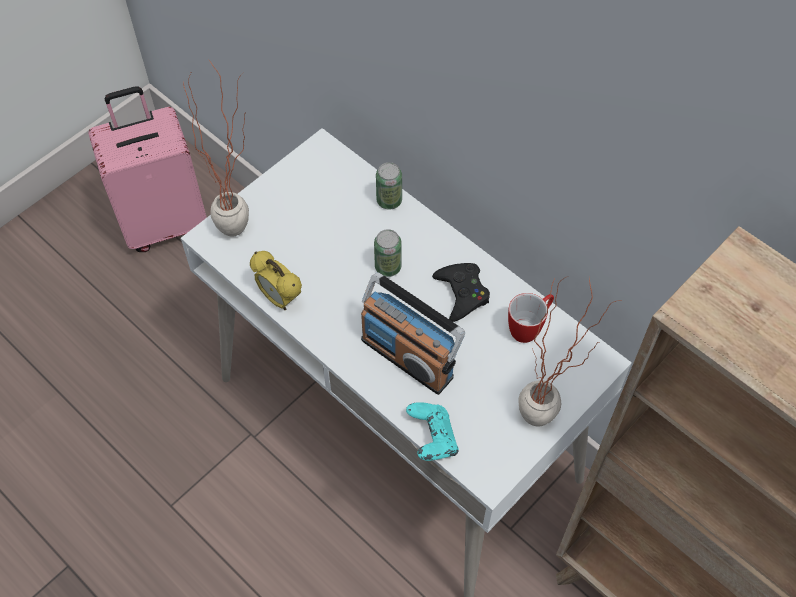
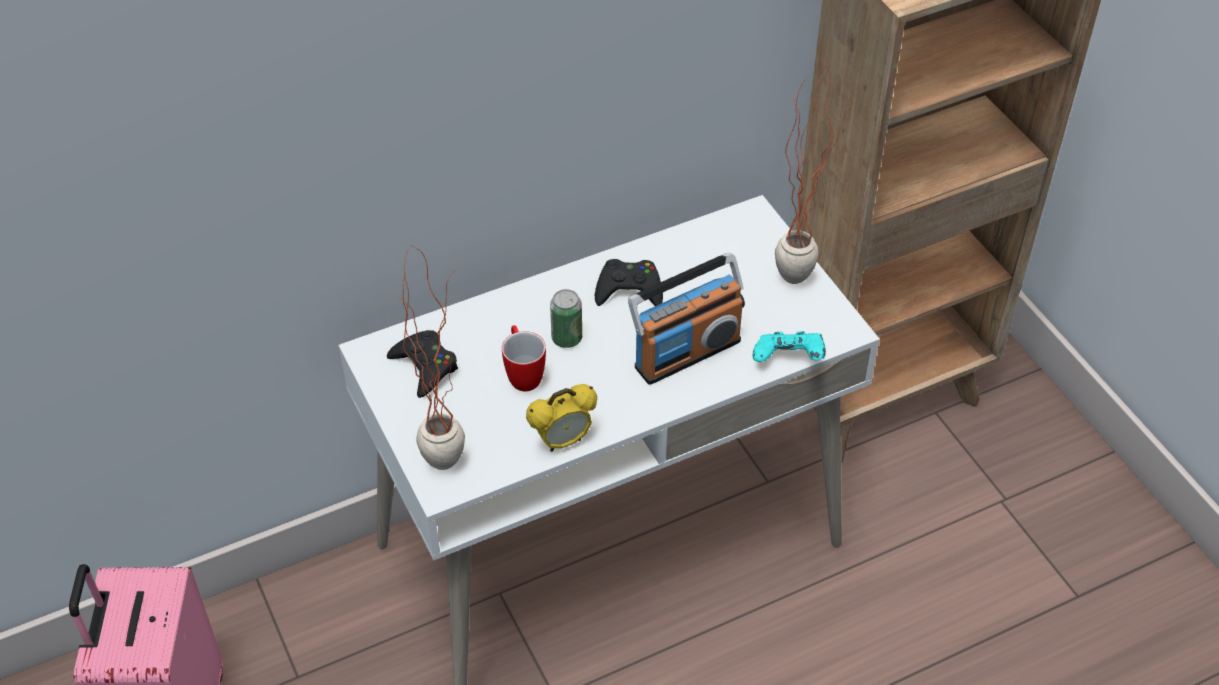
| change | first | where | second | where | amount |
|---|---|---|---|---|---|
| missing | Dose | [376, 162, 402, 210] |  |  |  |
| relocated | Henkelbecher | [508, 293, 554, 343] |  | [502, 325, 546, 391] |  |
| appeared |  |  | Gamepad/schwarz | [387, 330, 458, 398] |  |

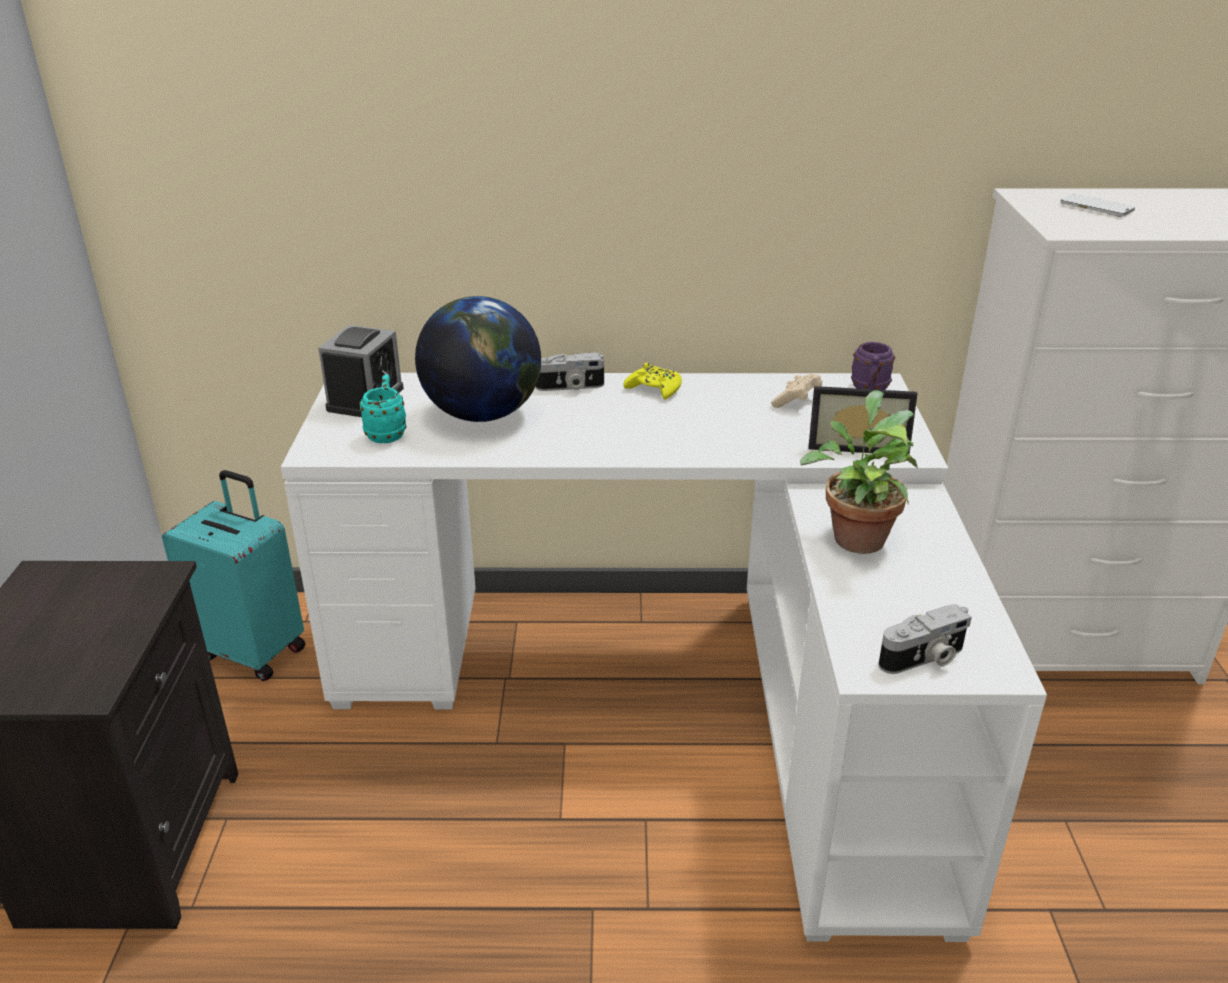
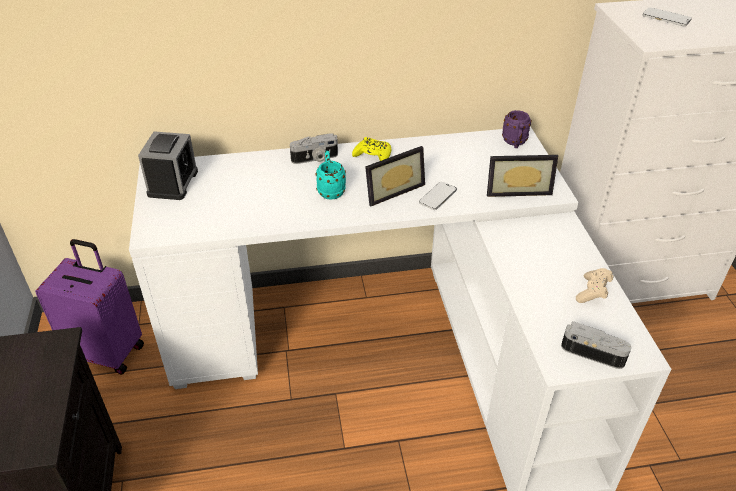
| change | first | where | second | where | amount |
|---|---|---|---|---|---|
| colour | Koffer/türkis | [162, 470, 305, 681] | Koffer/lila | [35, 239, 144, 375] |  |
| relocated | Henkelbecher/türkis | [359, 374, 407, 443] |  | [315, 151, 346, 200] |  |
| missing | Globus | [415, 296, 541, 422] |  |  |  |
| relocated | Gamepad/beige | [771, 374, 822, 408] |  | [576, 268, 613, 303] |  |
| missing | Topfpflanze | [800, 390, 918, 554] |  |  |  |
| spun | Kamera | [879, 604, 972, 674] |  | [561, 321, 632, 369] | 120 degrees counterclockwise |
| appeared |  |  | Bilderrahmen | [365, 146, 425, 206] |  |
| appeared |  |  | Handy | [419, 182, 457, 210] |  |

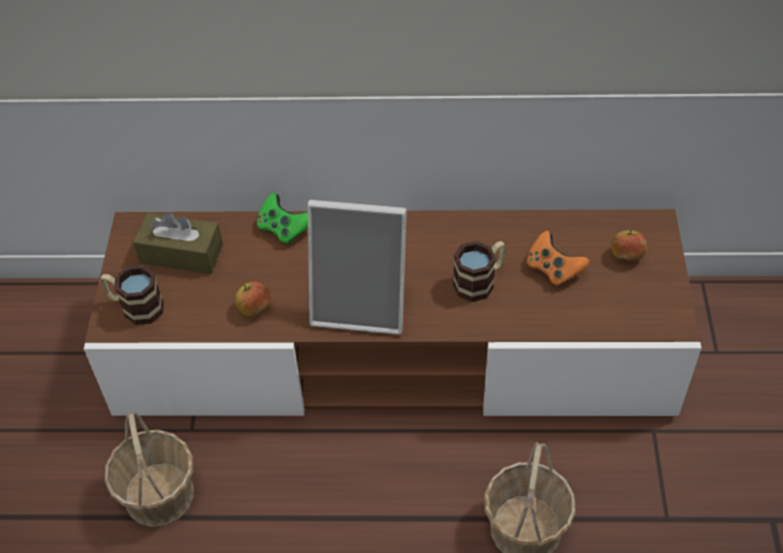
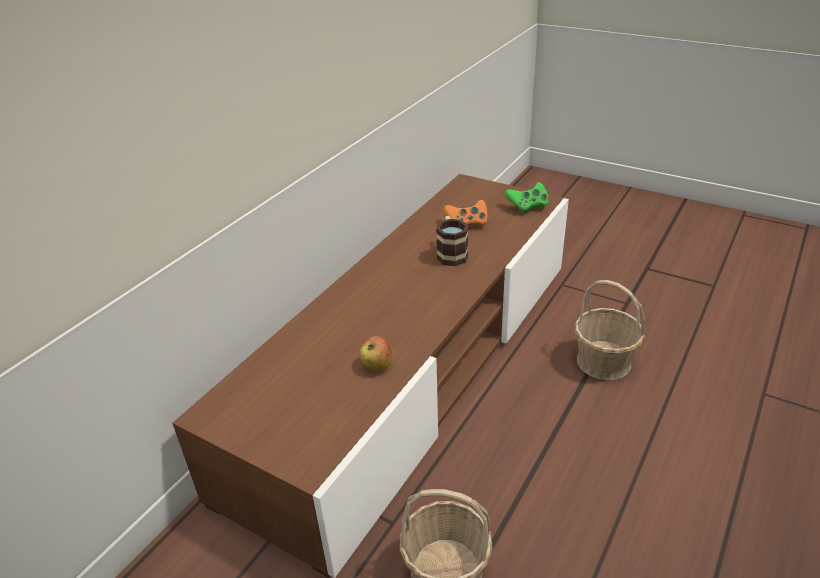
| change | first | where | second | where | amount |
|---|---|---|---|---|---|
| missing | Henkelbecher | [100, 265, 164, 325] |  |  |  |
| missing | Taschentuchbox/braun | [133, 212, 223, 274] |  |  |  |
| relocated | Gamepad/grün | [257, 193, 308, 245] |  | [505, 182, 549, 214] |  |
| missing | Bilderrahmen | [308, 200, 407, 335] |  |  |  |
| missing | Apfel | [612, 229, 648, 261] |  |  |  |

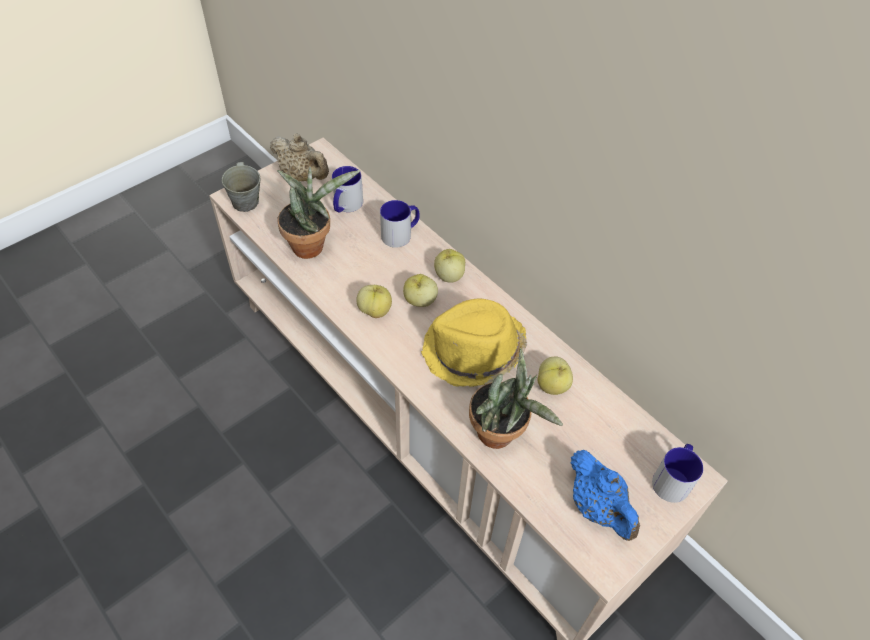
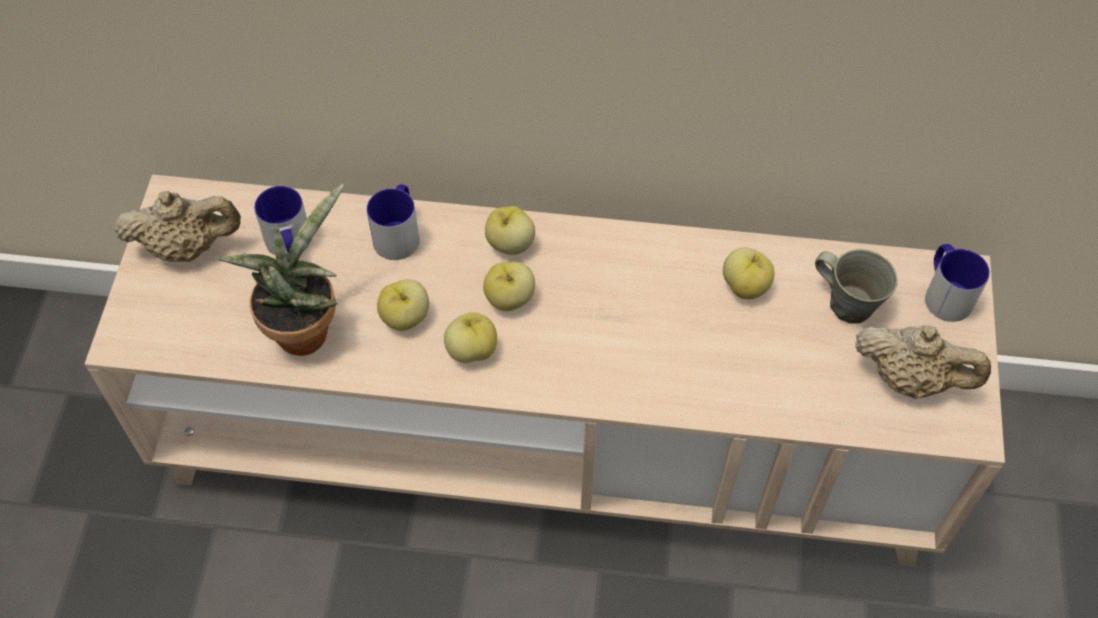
| change | first | where | second | where | amount |
|---|---|---|---|---|---|
| relocated | Henkelbecher/grau | [222, 162, 260, 212] |  | [815, 249, 898, 324] |  |
| missing | Hut/gelb | [421, 299, 527, 387] |  |  |  |
| missing | Topfpflanze | [469, 348, 563, 449] |  |  |  |
| colour | Teekanne/blau | [571, 450, 640, 541] | Teekanne/beige | [855, 326, 991, 399] |  |
| appeared |  |  | Apfel | [377, 279, 429, 331] |  |

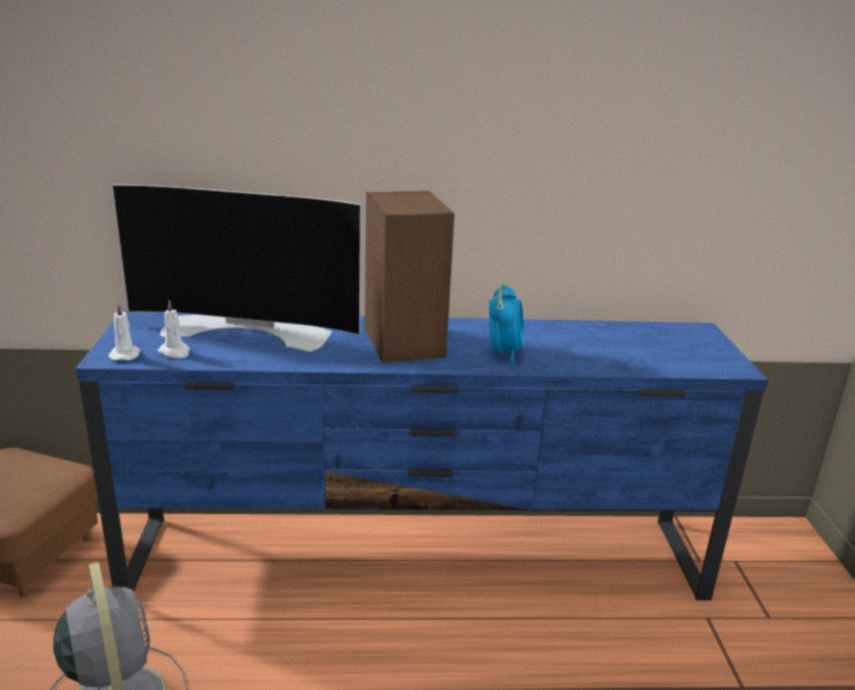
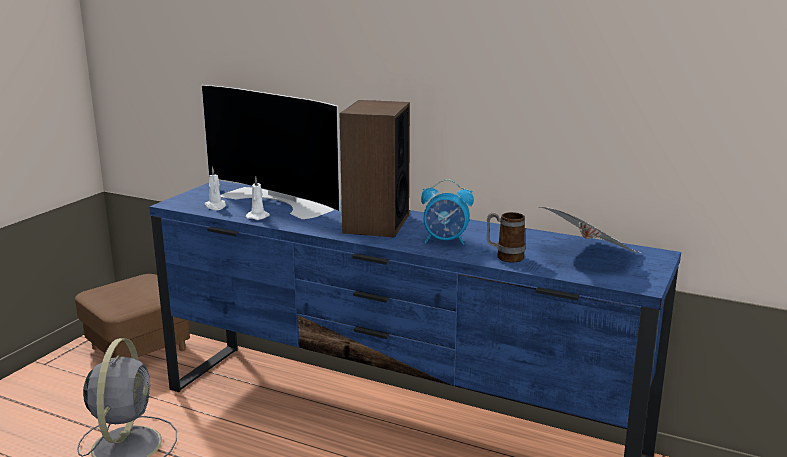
| change | first | where | second | where | amount |
|---|---|---|---|---|---|
| relocated | Kerze/weiß | [108, 302, 140, 361] |  | [246, 176, 270, 220] |  |
| spun | Wecker | [489, 283, 524, 363] |  | [421, 179, 474, 245] | 60 degrees clockwise |
| appeared |  |  | Henkelbecher | [487, 212, 525, 263] |  |
| appeared |  |  | Zeitung | [540, 207, 638, 252] |  |

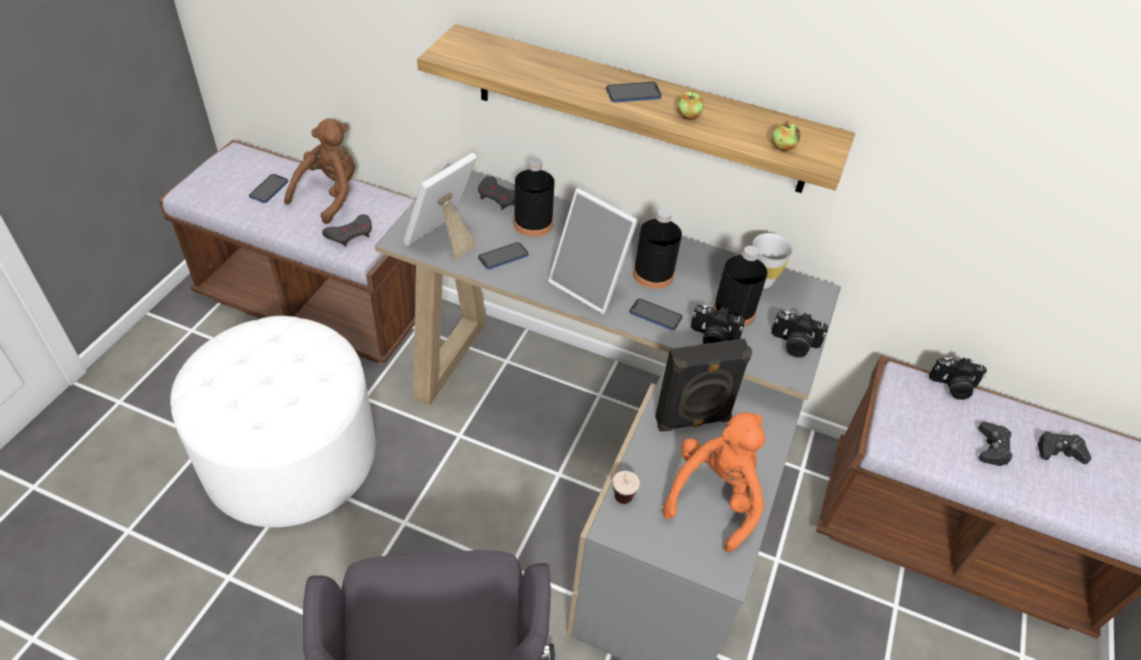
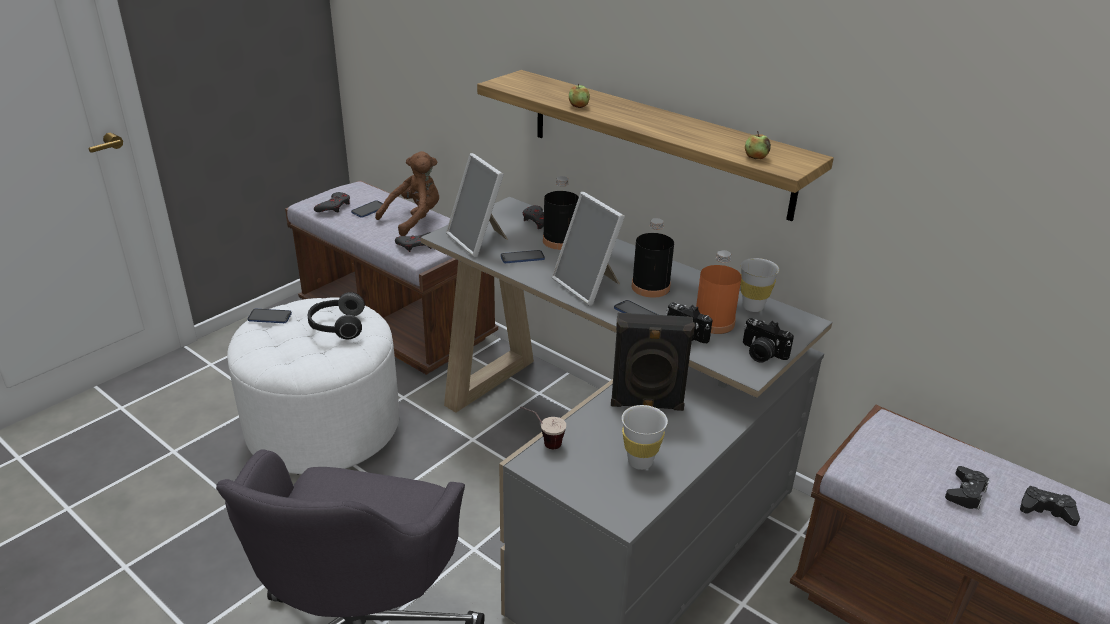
| change | first | where | second | where | amount |
|---|---|---|---|---|---|
| spun | Bilderrahmen | [403, 153, 477, 261] |  | [446, 153, 508, 257] | 90 degrees counterclockwise |
| relocated | Handy | [606, 82, 662, 103] |  | [248, 309, 292, 323] |  |
| exchanged | Plüschtier/orange | [663, 412, 765, 552] | Tasse/weiß | [622, 405, 668, 470] |  |
| relocated | Apfel | [677, 92, 704, 120] |  | [569, 83, 590, 108] |  |
| colour | Flasche/schwarz | [713, 246, 767, 326] | Flasche/orange | [696, 250, 742, 334] |  |
| missing | Kamera | [929, 357, 987, 400] |  |  |  |
| appeared |  |  | Kopfhörer | [308, 292, 365, 339] |  |
| appeared |  |  | Gamepad/grau | [314, 192, 350, 212] |  |

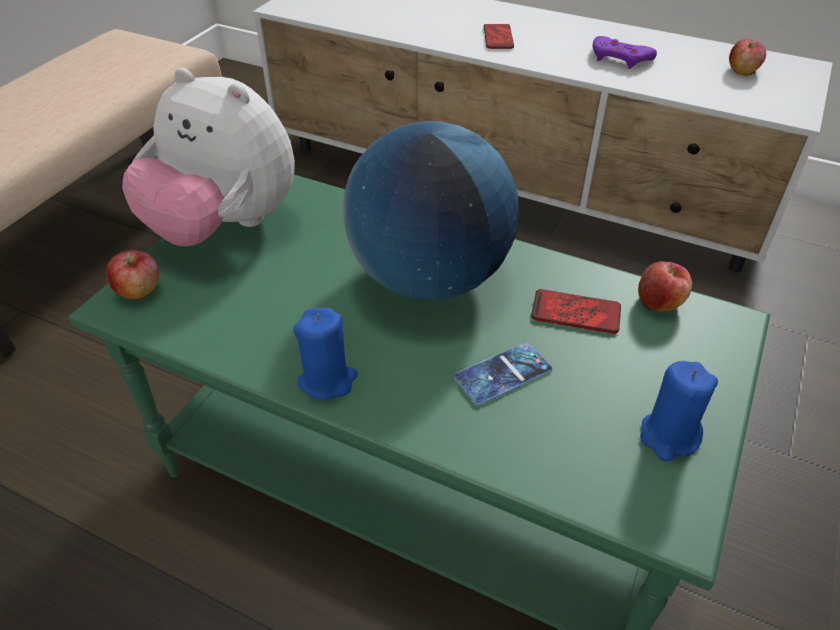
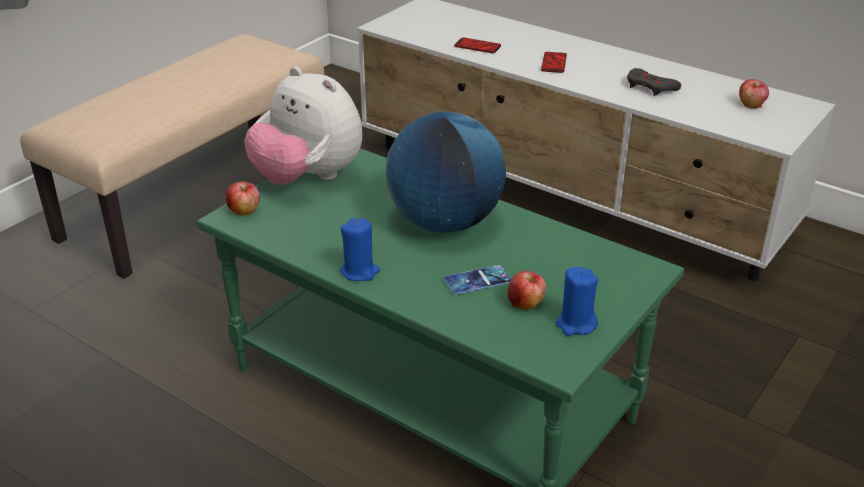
| change | first | where | second | where | amount |
|---|---|---|---|---|---|
| relocated | Handy | [531, 289, 621, 334] |  | [455, 37, 501, 53] |  |
| colour | Gamepad/lila | [593, 36, 657, 69] | Gamepad/grau | [627, 68, 681, 96] |  |
| relocated | Apfel | [638, 261, 692, 312] |  | [507, 271, 546, 310] |  |

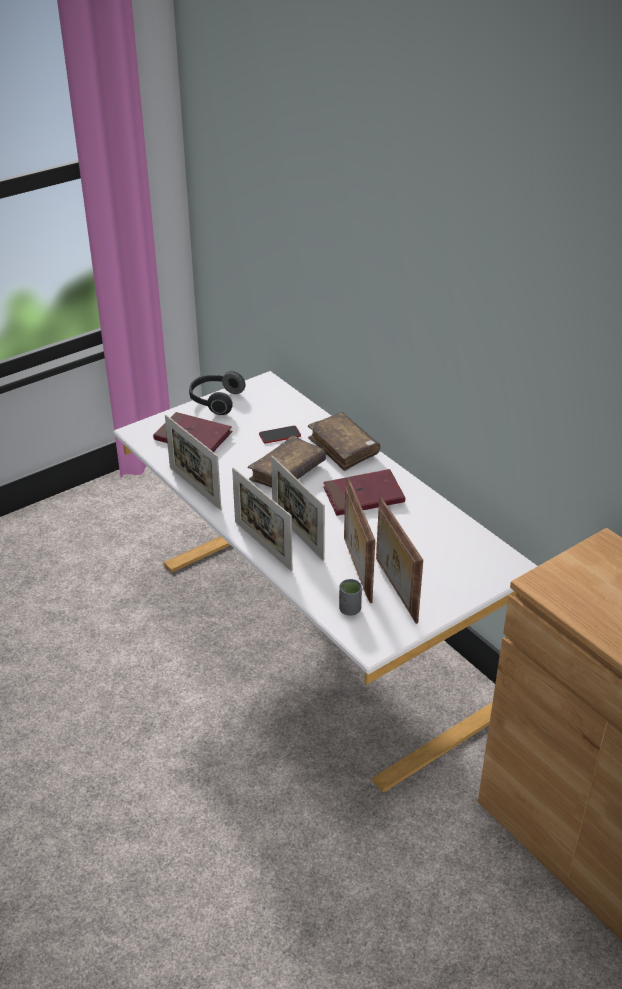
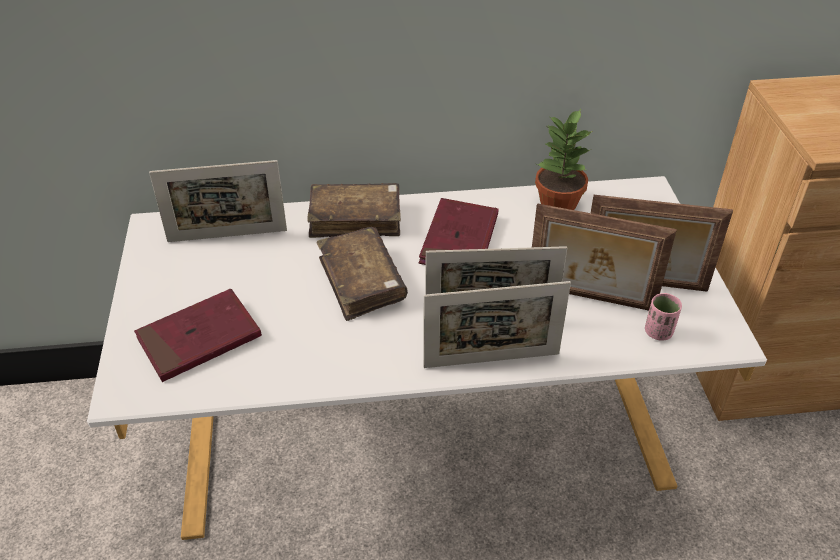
| change | first | where | second | where | amount |
|---|---|---|---|---|---|
| relocated | Bilderrahmen | [165, 415, 221, 510] |  | [149, 160, 287, 242] |  |
| missing | Kopfhörer | [189, 371, 245, 415] |  |  |  |
| missing | Handy | [259, 426, 301, 443] |  |  |  |
| colour | Tasse/grau | [339, 579, 362, 616] | Tasse/rosa | [645, 293, 682, 341] |  |
| appeared |  |  | Topfpflanze | [535, 109, 593, 210] |  |

